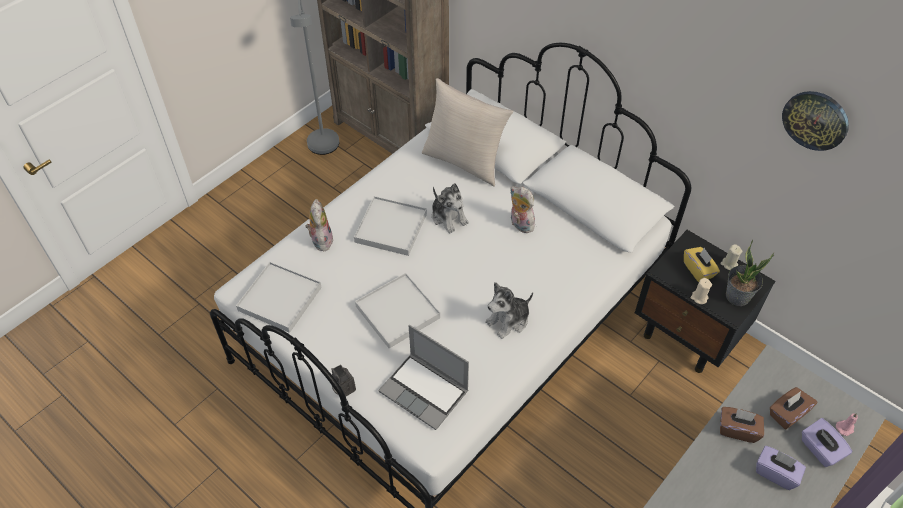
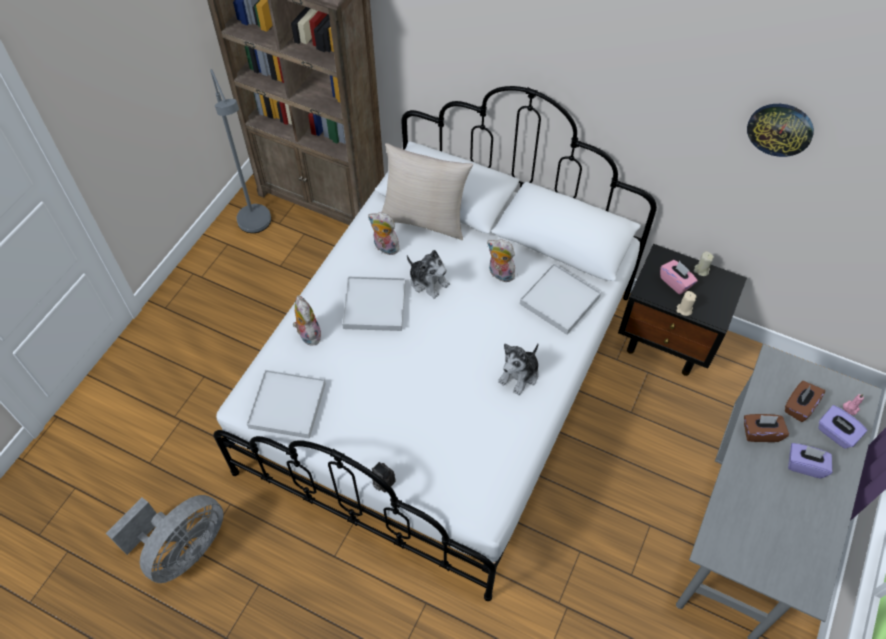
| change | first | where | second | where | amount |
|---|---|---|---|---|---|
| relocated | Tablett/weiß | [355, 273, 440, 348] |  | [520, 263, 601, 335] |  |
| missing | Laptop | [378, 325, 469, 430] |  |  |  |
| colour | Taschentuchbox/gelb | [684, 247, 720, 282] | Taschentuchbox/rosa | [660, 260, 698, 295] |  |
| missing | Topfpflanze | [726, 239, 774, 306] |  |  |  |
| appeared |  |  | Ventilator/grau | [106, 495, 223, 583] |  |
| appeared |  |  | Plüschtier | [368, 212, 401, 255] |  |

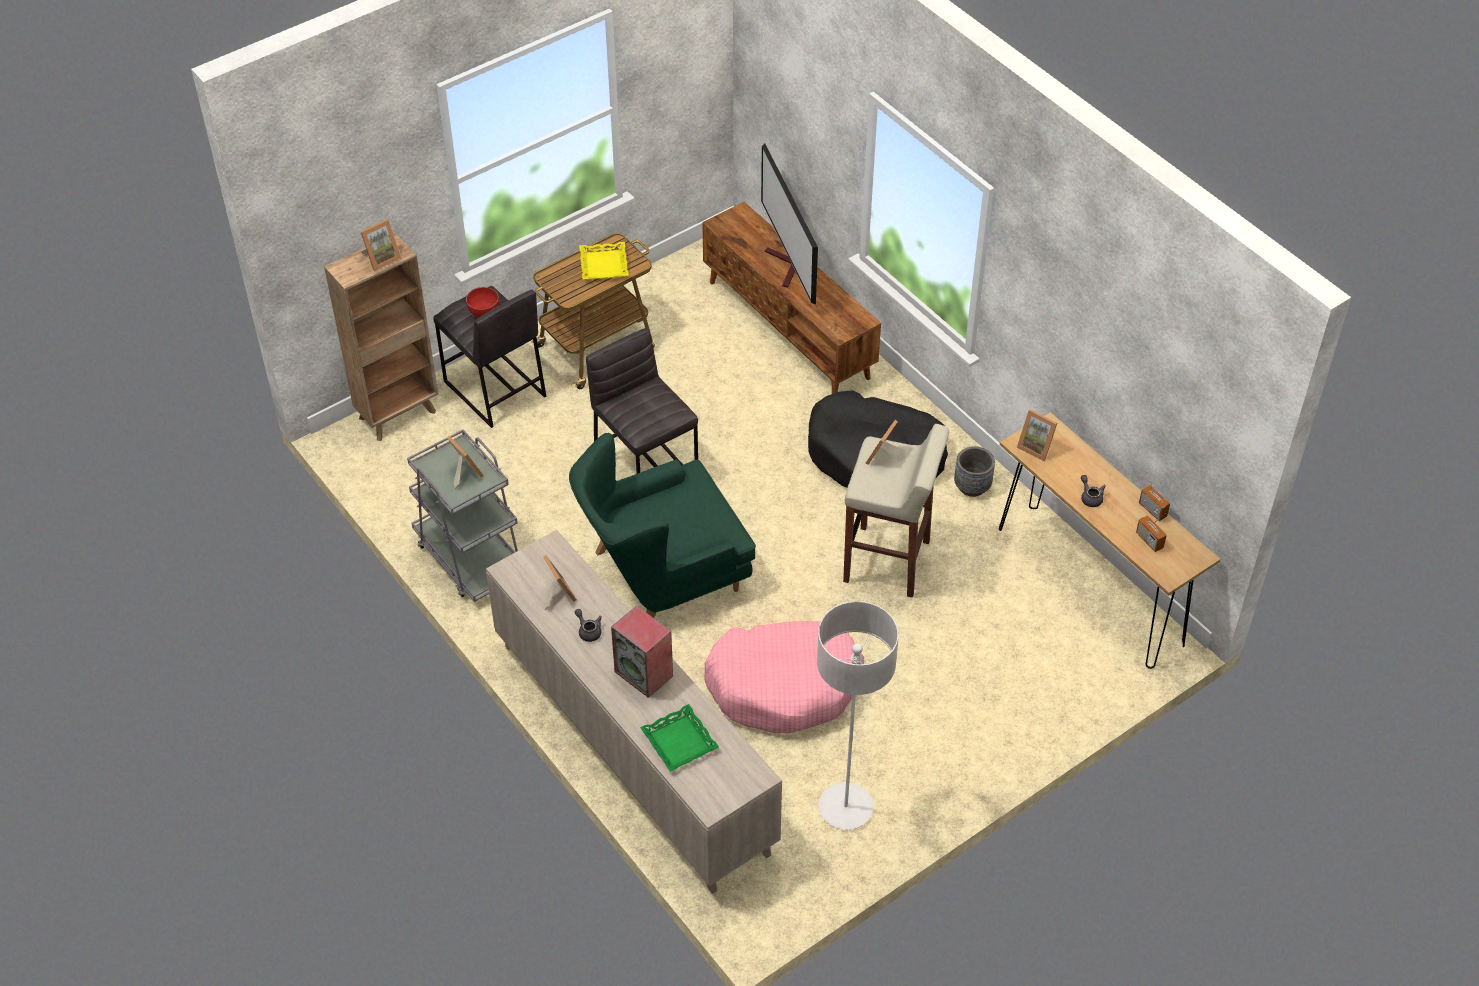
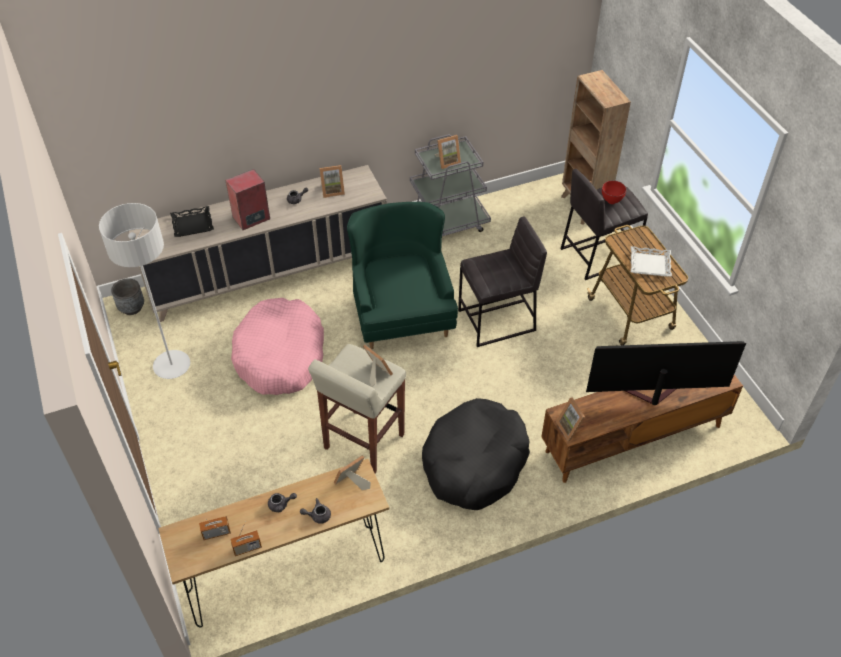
| change | first | where | second | where | amount |
|---|---|---|---|---|---|
| relocated | Bilderrahmen | [361, 219, 401, 271] |  | [556, 398, 585, 441] |  |
| colour | Tablett/gelb | [579, 242, 629, 280] | Tablett/weiß | [631, 246, 672, 276] |  |
| colour | Tablett/grün | [640, 704, 719, 772] | Tablett/schwarz | [170, 206, 214, 237] |  |
| relocated | Pflanzkübel/grau | [954, 446, 995, 497] |  | [111, 278, 144, 315] |  |
| appeared |  |  | Teekanne/grau | [300, 498, 331, 524] |  |

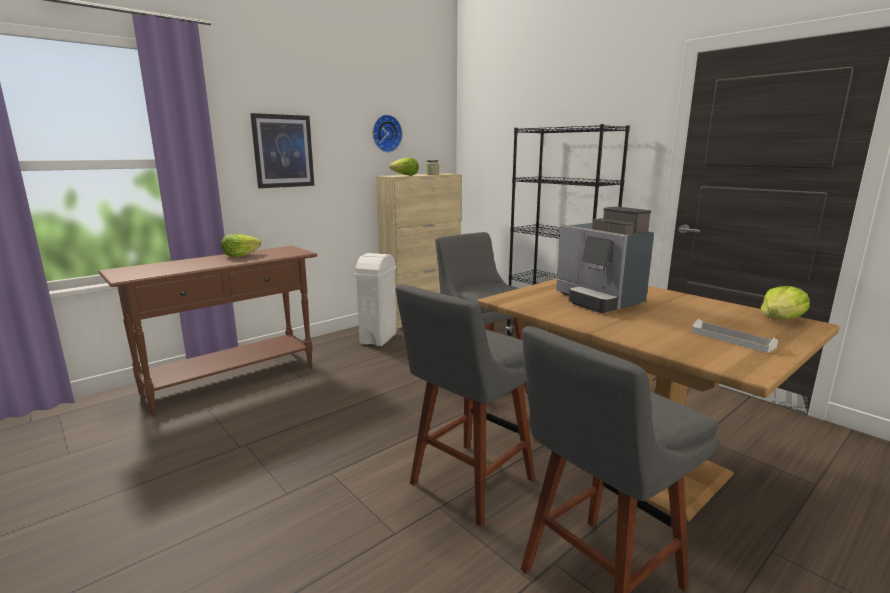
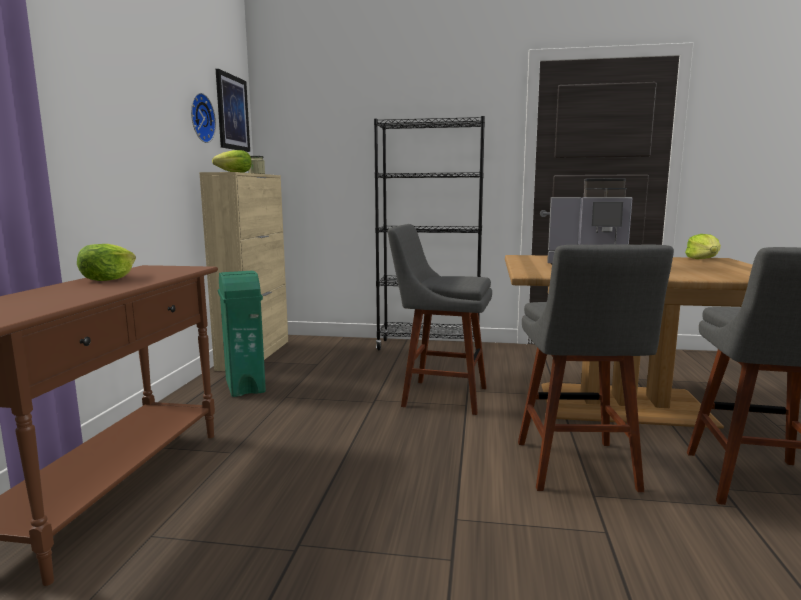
| change | first | where | second | where | amount |
|---|---|---|---|---|---|
| relocated | Bild | [250, 113, 314, 188] |  | [216, 69, 250, 152] |  |
| colour | Mülleimer/weiß | [354, 253, 397, 346] | Mülleimer/grün | [218, 271, 266, 397] |  |
| missing | Tablett/weiß | [691, 319, 778, 353] |  |  |  |

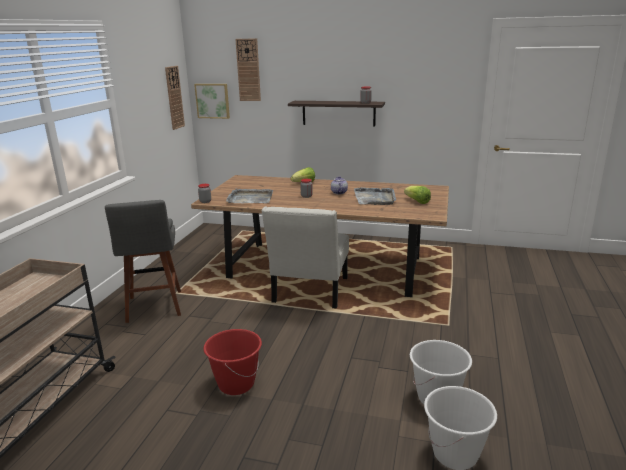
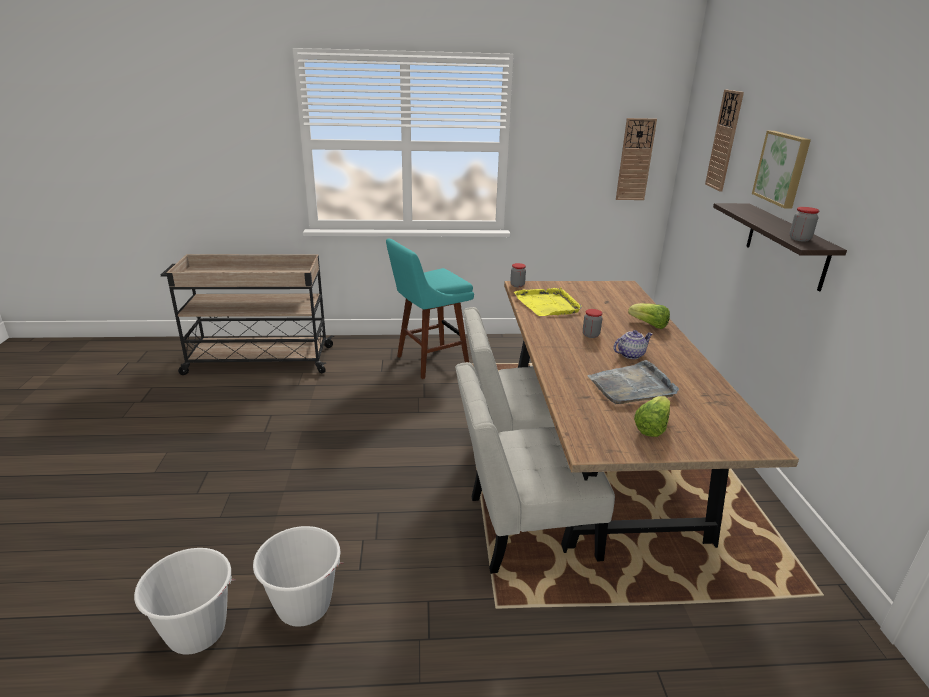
| change | first | where | second | where | amount |
|---|---|---|---|---|---|
| colour | Hocker/grau | [105, 200, 181, 323] | Hocker/türkis | [386, 239, 474, 379] |  |
| relocated | Bild | [194, 84, 230, 119] |  | [752, 131, 811, 209] |  |
| missing | Eimer/rot | [203, 329, 262, 395] |  |  |  |
| colour | Tablett/grau | [226, 188, 273, 203] | Tablett/gelb | [514, 288, 582, 316] |  |
| appeared |  |  | Stuhl/weiß | [455, 362, 615, 574] |  |

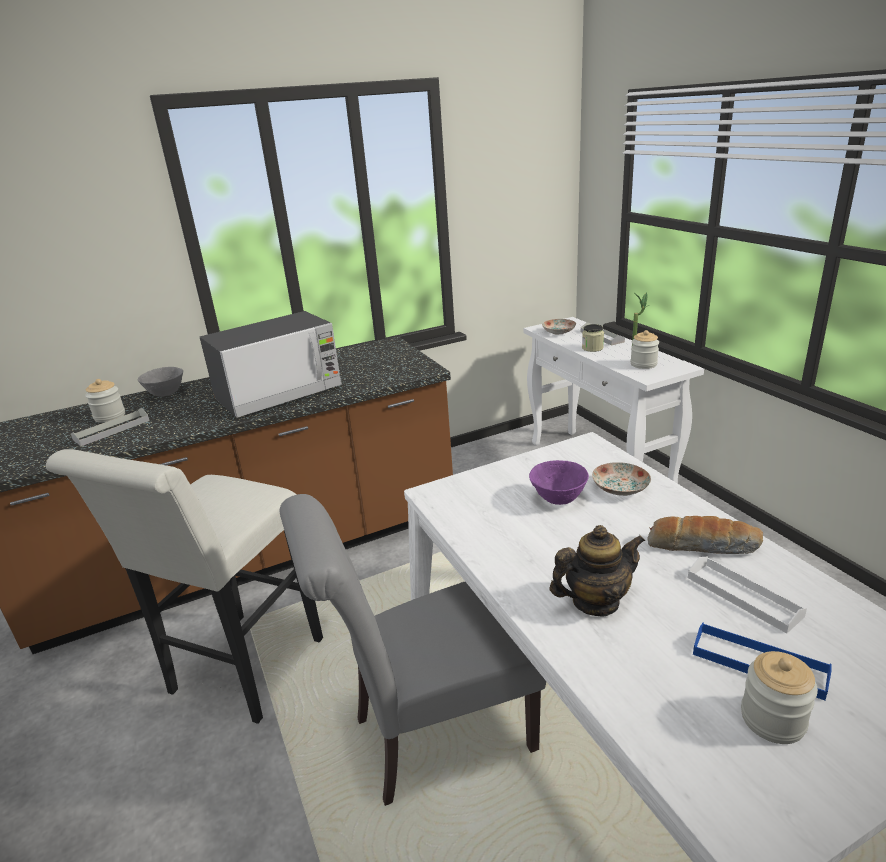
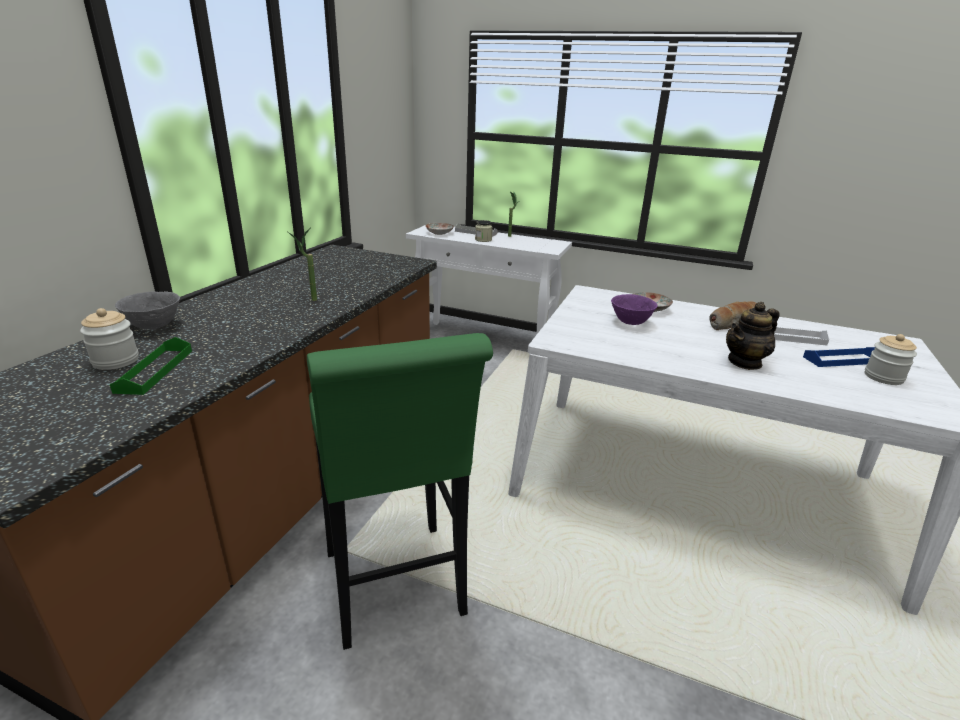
| change | first | where | second | where | amount |
|---|---|---|---|---|---|
| colour | Hocker/weiß | [46, 449, 323, 724] | Hocker/grün | [307, 333, 493, 650] |  |
| colour | Tablett/grau | [71, 408, 150, 446] | Tablett/grün | [110, 337, 192, 395] |  |
| exchanged | Mikrowelle | [200, 311, 342, 418] | Topfpflanze | [288, 228, 317, 301] |  |
| missing | Stuhl/grau | [280, 494, 546, 806] |  |  |  |
| spun | Teekanne | [550, 525, 645, 617] |  | [726, 302, 780, 370] | 150 degrees counterclockwise |
| missing | Vorratsglas | [630, 330, 659, 369] |  |  |  |

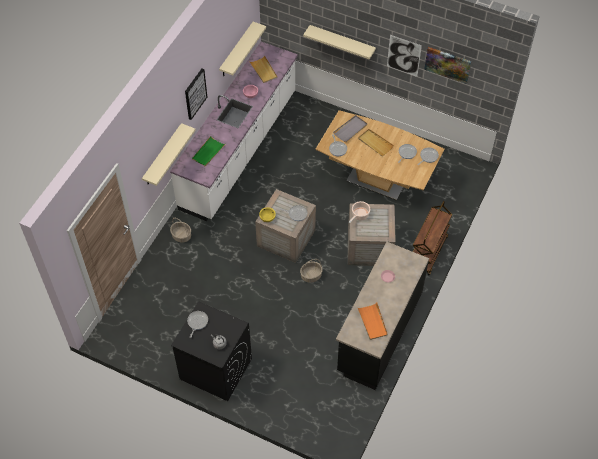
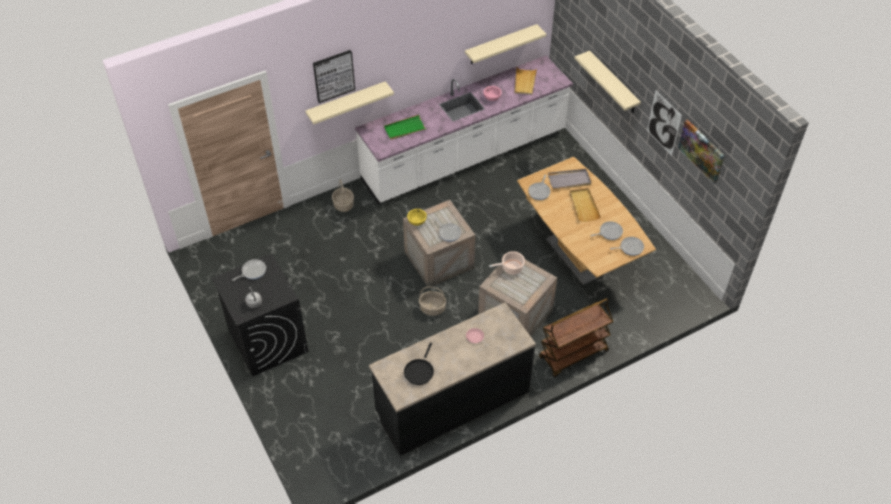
| change | first | where | second | where | amount |
|---|---|---|---|---|---|
| relocated | Bild | [185, 68, 207, 120] |  | [313, 50, 355, 103] |  |
| exchanged | Tablett/orange | [357, 303, 388, 340] | Pfanne/schwarz | [404, 342, 434, 385] |  |

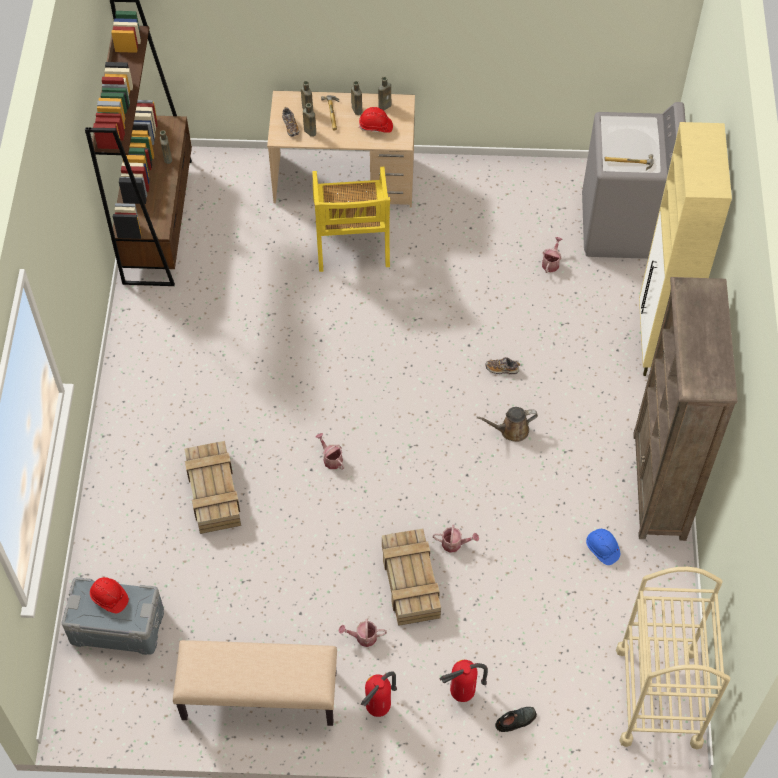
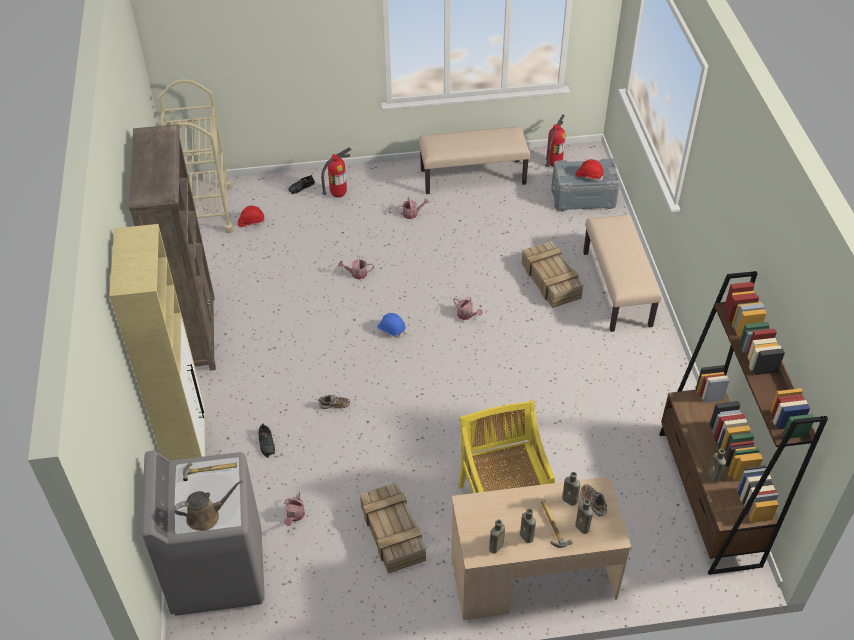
| change | first | where | second | where | amount |
|---|---|---|---|---|---|
| relocated | Schutzhelm/rot | [359, 107, 393, 133] |  | [238, 206, 265, 227] |  |
| relocated | Feuerlöscher | [361, 671, 397, 717] |  | [545, 114, 566, 167] |  |
| relocated | Kiste | [382, 528, 441, 626] |  | [360, 482, 426, 574] |  |
| relocated | Gießkanne/braun | [477, 407, 538, 442] |  | [174, 480, 242, 531] |  |
| relocated | Schutzhelm/blau | [586, 529, 620, 565] |  | [377, 313, 406, 338] |  |
| appeared |  |  | Schuh/schwarz | [258, 424, 275, 458] |  |
| appeared |  |  | Bank/beige | [583, 214, 662, 332] |  |

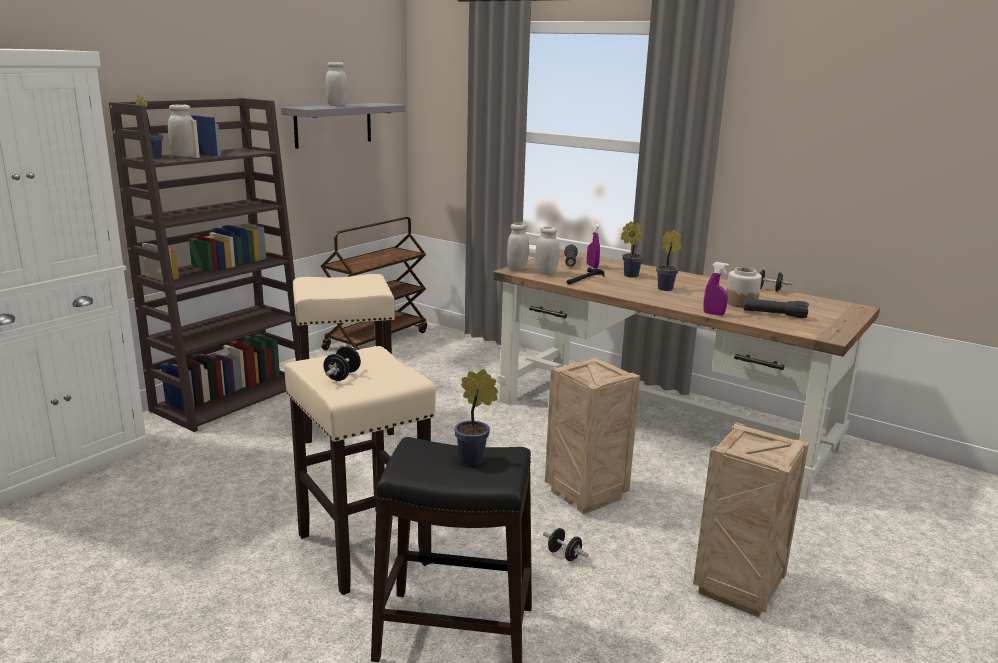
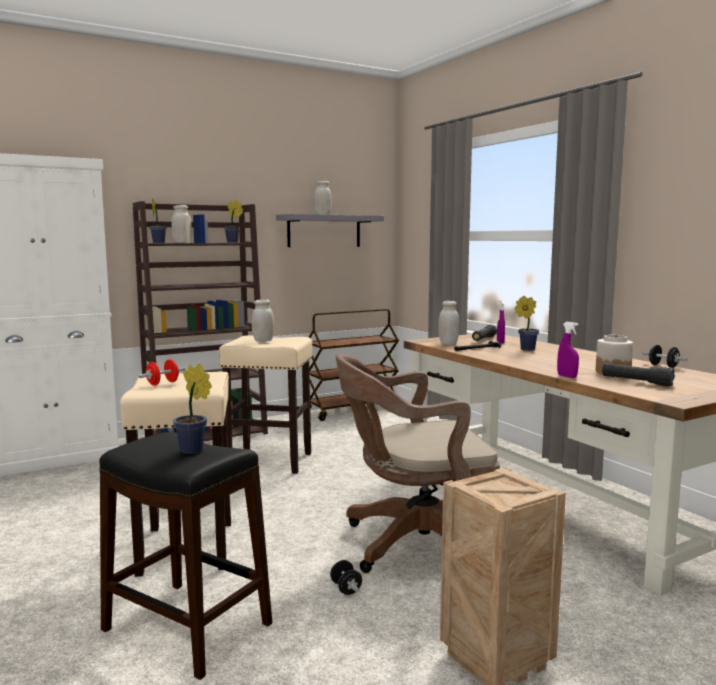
| change | first | where | second | where | amount |
|---|---|---|---|---|---|
| colour | Hantel/schwarz | [323, 346, 361, 381] | Hantel/rot | [138, 359, 186, 386] |  |
| relocated | Vorratsglas/weiß | [507, 223, 529, 271] |  | [252, 299, 274, 342] |  |
| exchanged | Kiste | [545, 357, 640, 514] | Bürostuhl/braun | [335, 354, 500, 573] |  |
| relocated | Topfpflanze | [656, 230, 682, 291] |  | [224, 199, 243, 243] |  |

